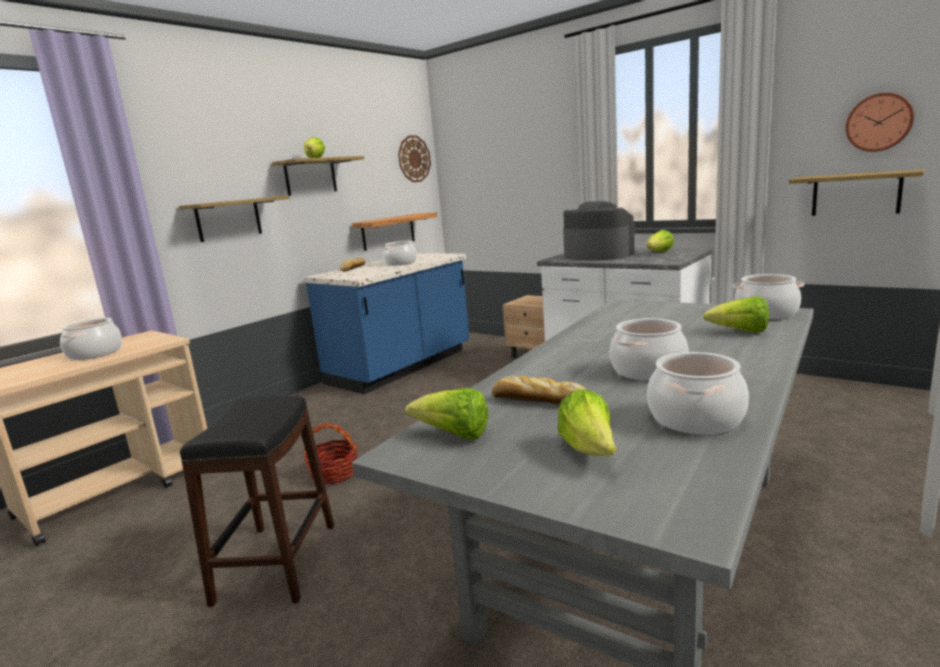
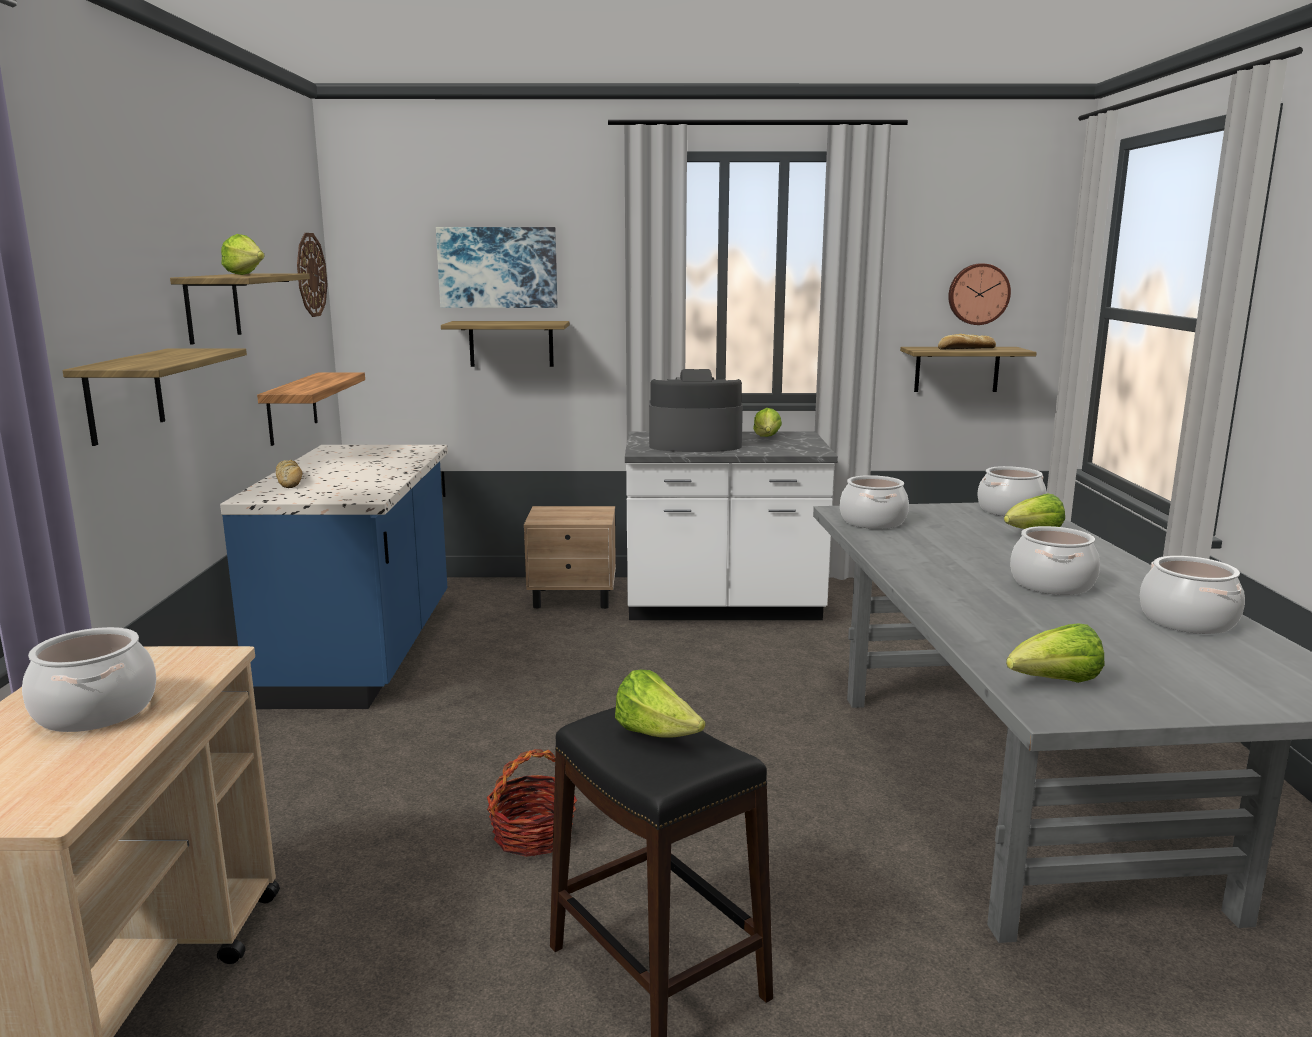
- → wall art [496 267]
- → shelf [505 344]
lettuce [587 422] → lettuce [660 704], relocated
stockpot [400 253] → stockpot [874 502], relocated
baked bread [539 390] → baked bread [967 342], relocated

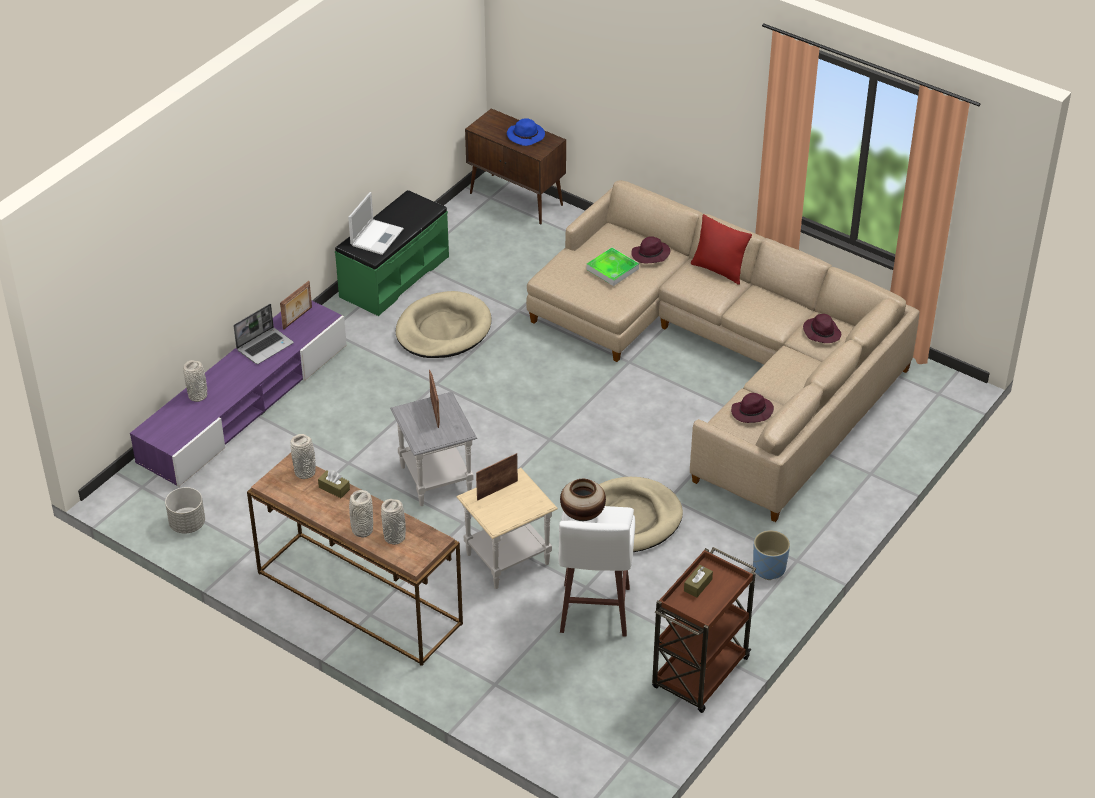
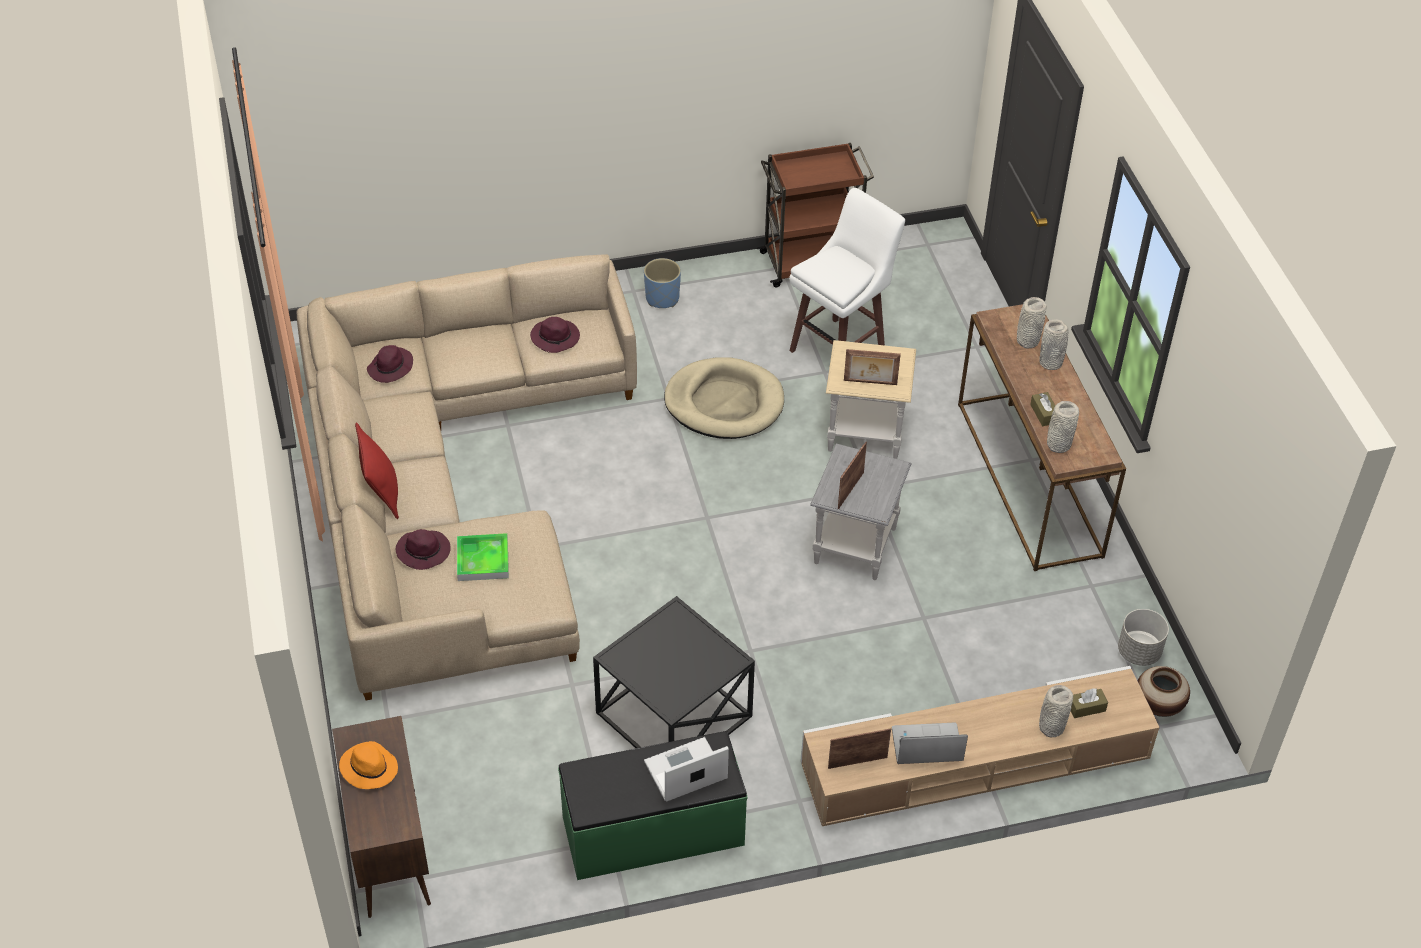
blue-coloured wearable hat [526 132] → orangey wearable hat [368 765]
beige dog bed [443 324] → blackish accent table [674 672]
purple-coloured media console [238 393] → beige media console [980 746]
brown-coloured tissue box [698 581] → brown-coloured tissue box [1089 703], relocated
flower vase [583 500] → flower vase [1164 691], relocated

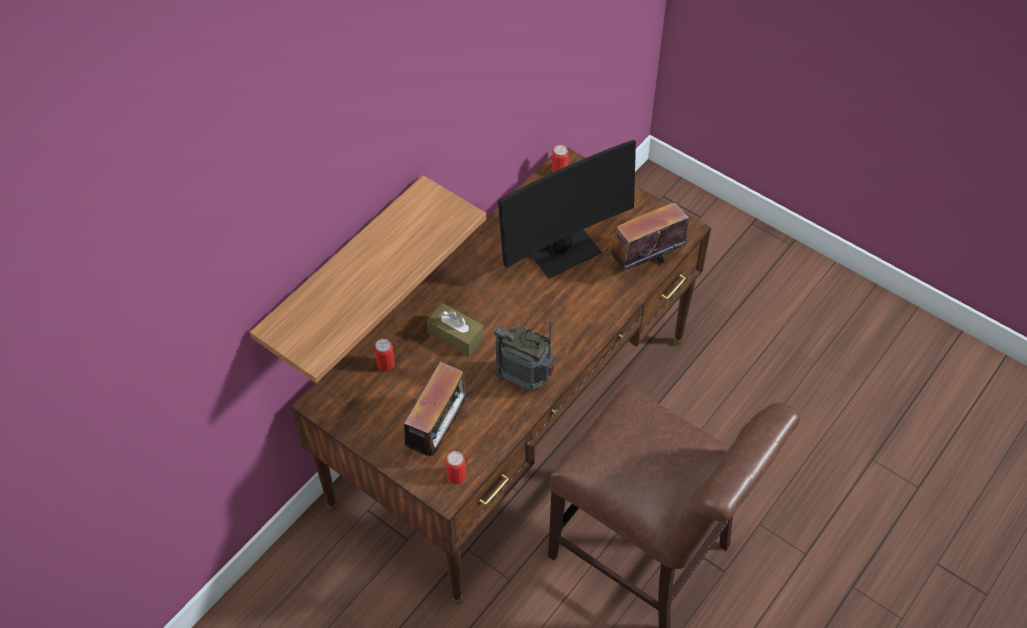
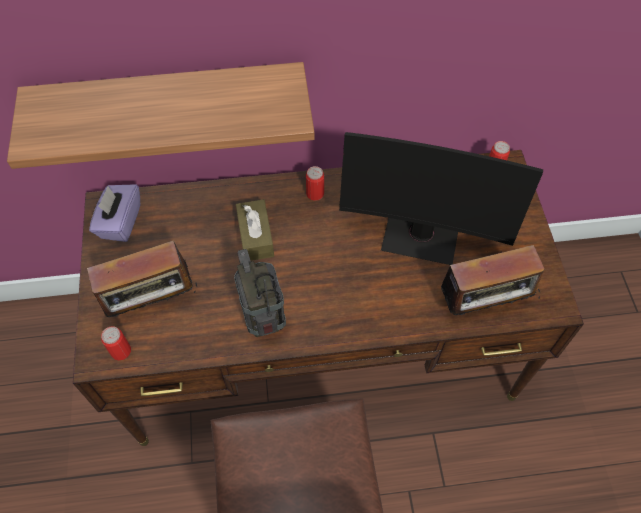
- → purple-coloured tissue box [114 213]
sealed can [385 355] → sealed can [315 183], relocated
radio [648 236] → radio [493 281], 150 degrees clockwise

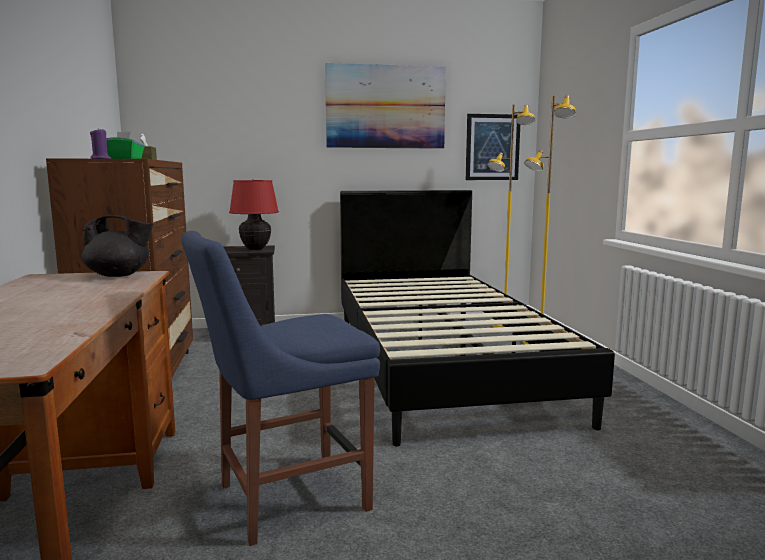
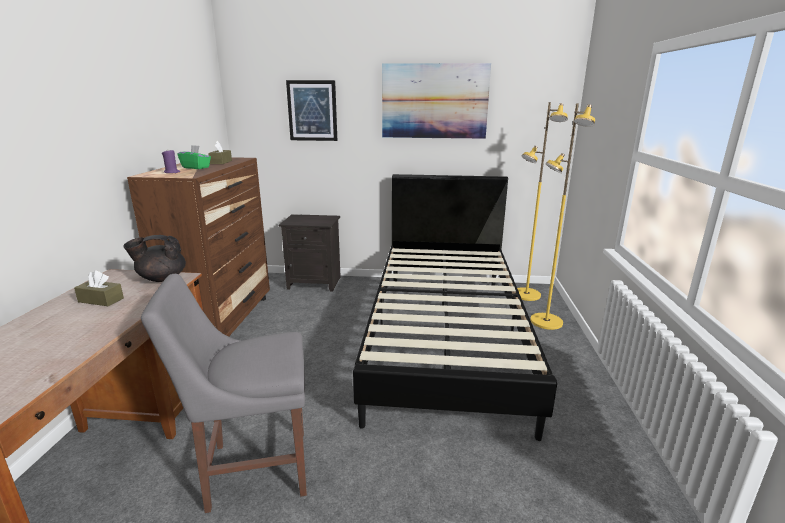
- → brown-coloured tissue box [99 288]
blackish pot for tea [117 246] → blackish pot for tea [154 258], 150 degrees clockwise
blue-coloured upright chair [280 388] → grey upright chair [224 393]
wall art [493 147] → wall art [311 110], relocated
red-coloured lamp for a table [254 214] → -

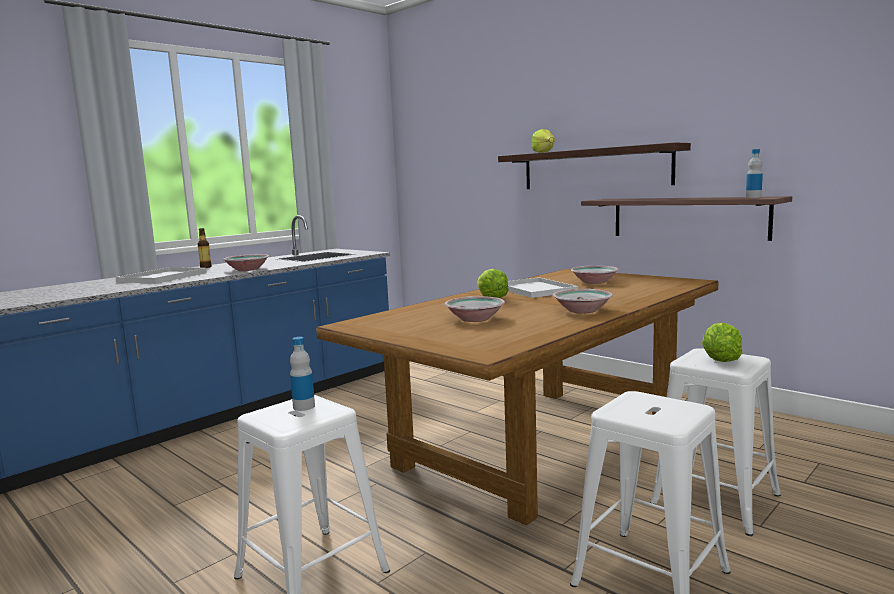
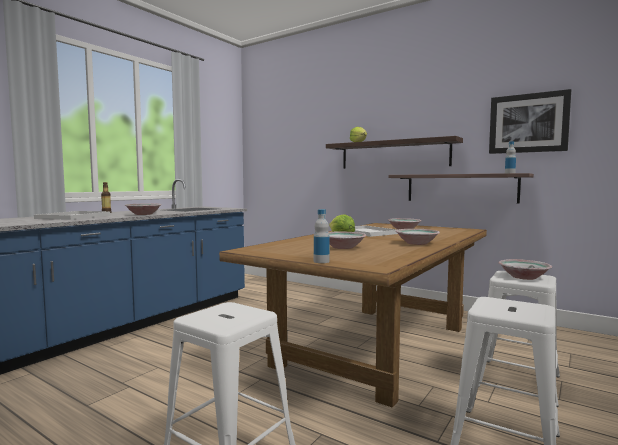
bottle [302 374] → bottle [322 236], relocated
- → wall art [530 121]
lettuce [722 342] → bowl [525 269]

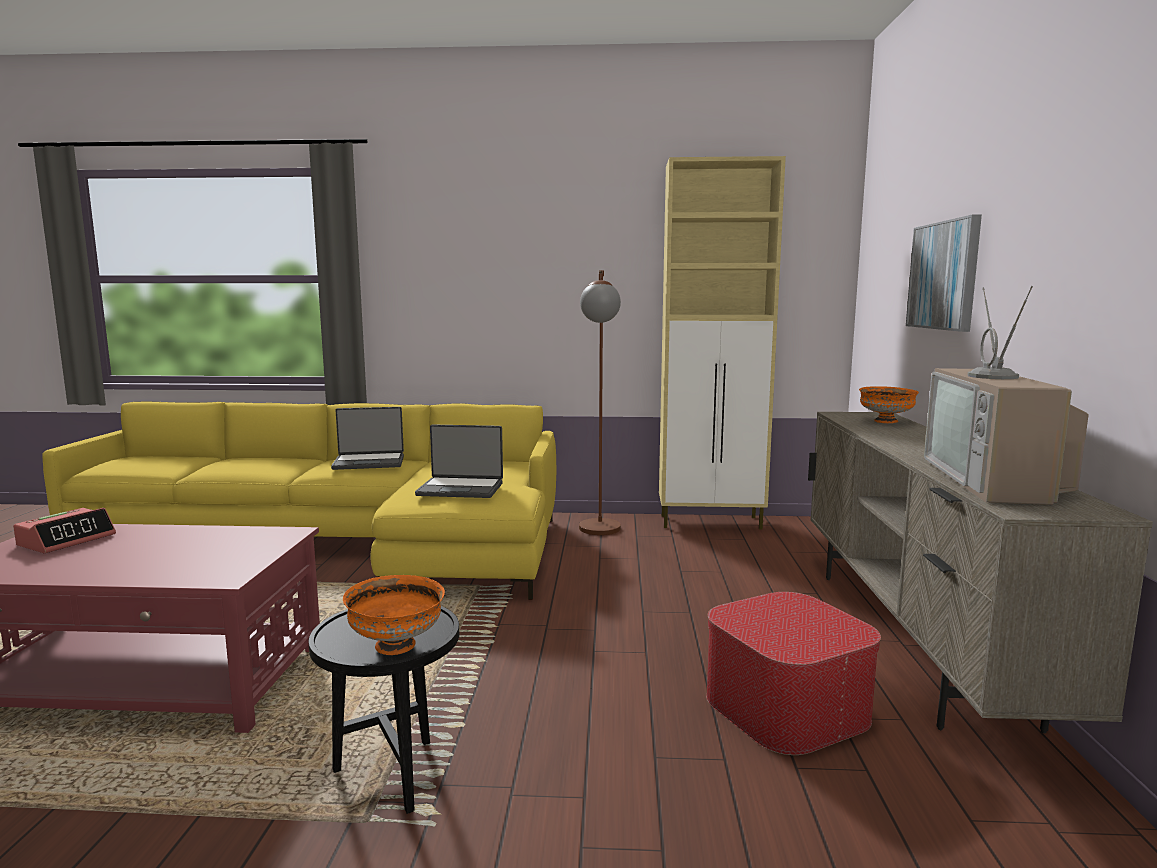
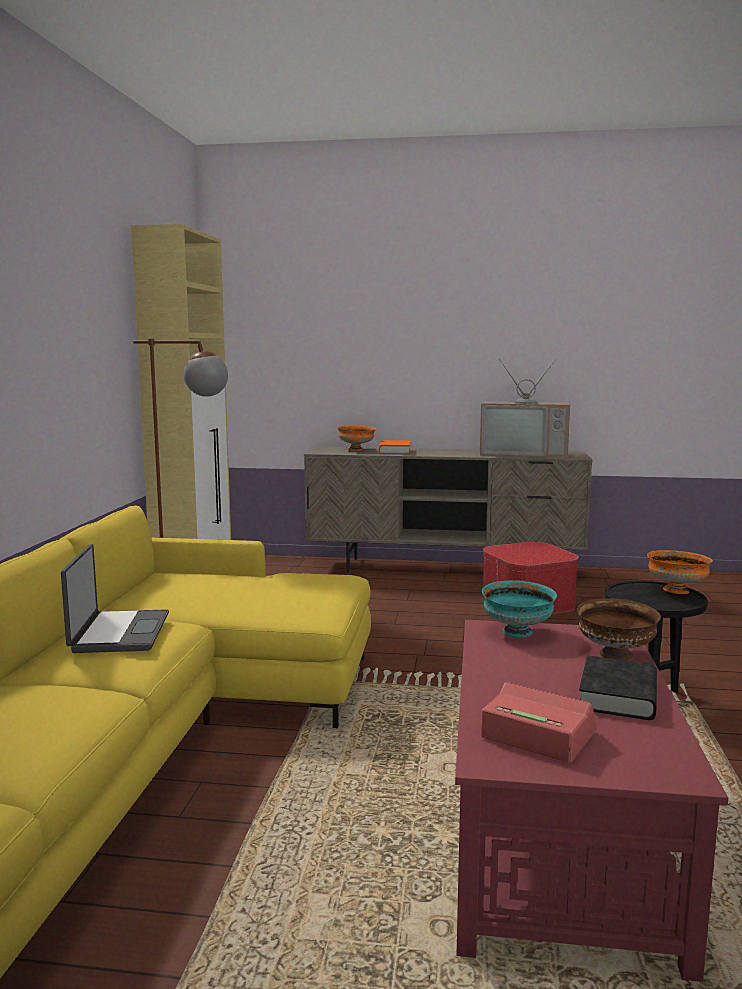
- → orangey book [394 447]
- → blue-green bowl [519 608]
- → brown-coloured bowl [619 629]
- → blackish book [618 687]
portable computer [459 461] → -
wall art [944 273] → -

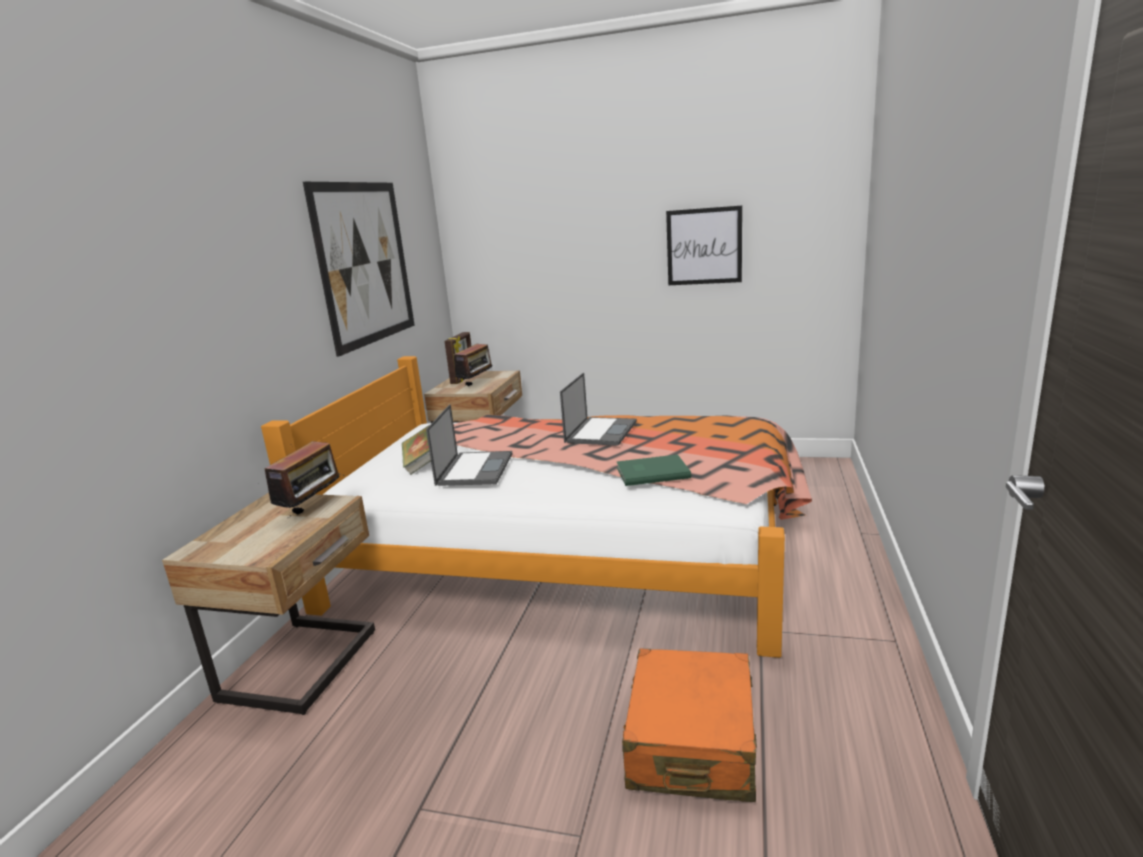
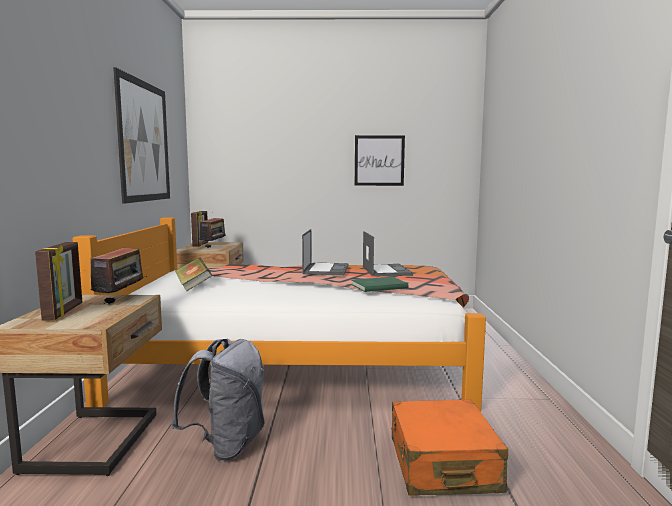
- → picture frame [58 281]
- → grey knapsack [218 400]
portable computer [469 445] → portable computer [388 253], relocated

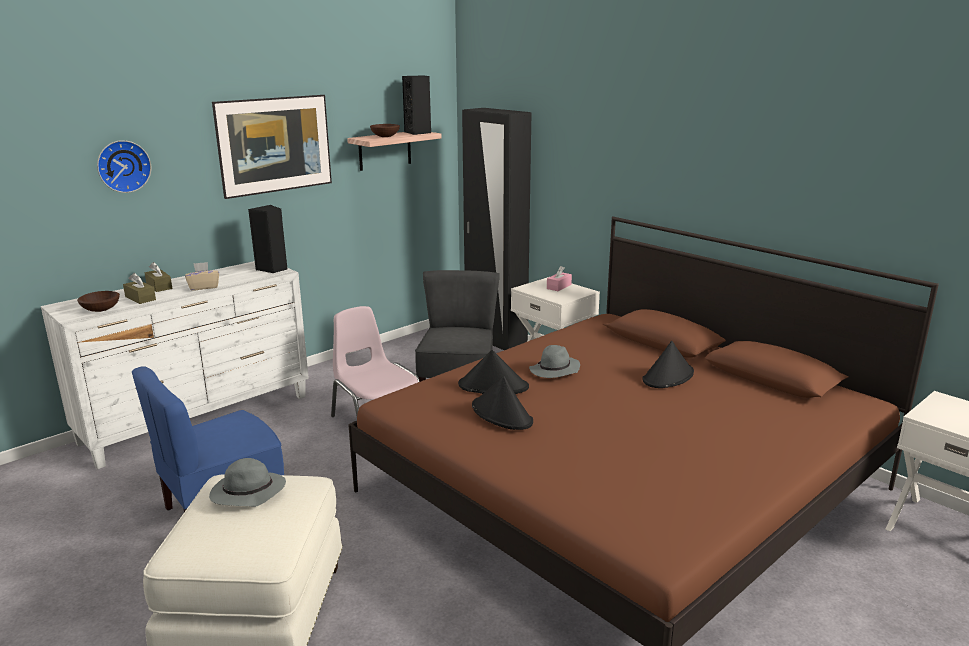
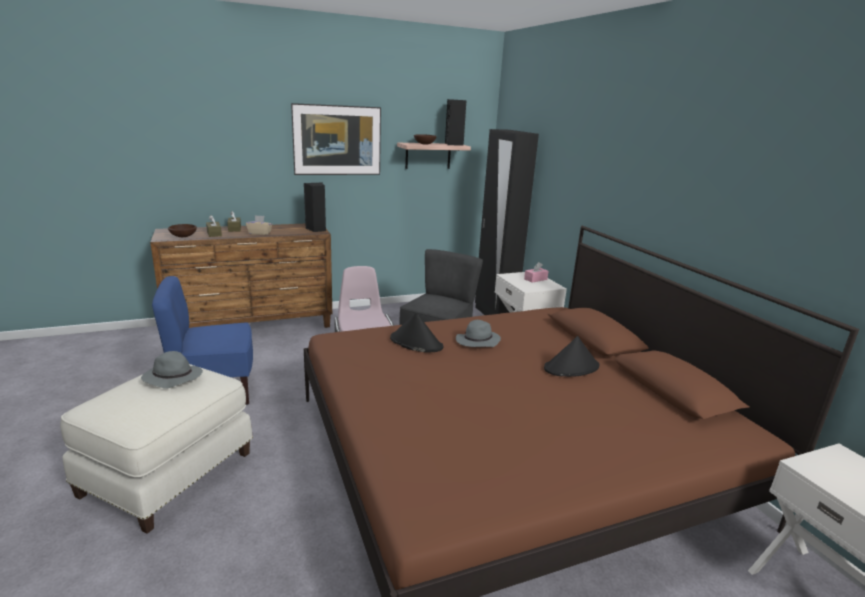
white-coloured dresser [175 365] → brown-coloured dresser [241 276]
clock on the wall [124 166] → -
blackish wearable hat [502 403] → -

